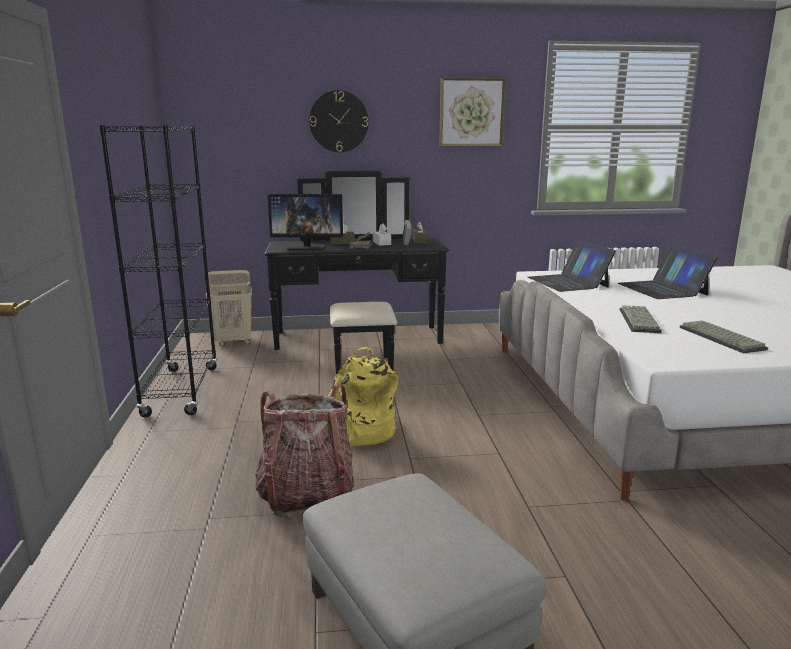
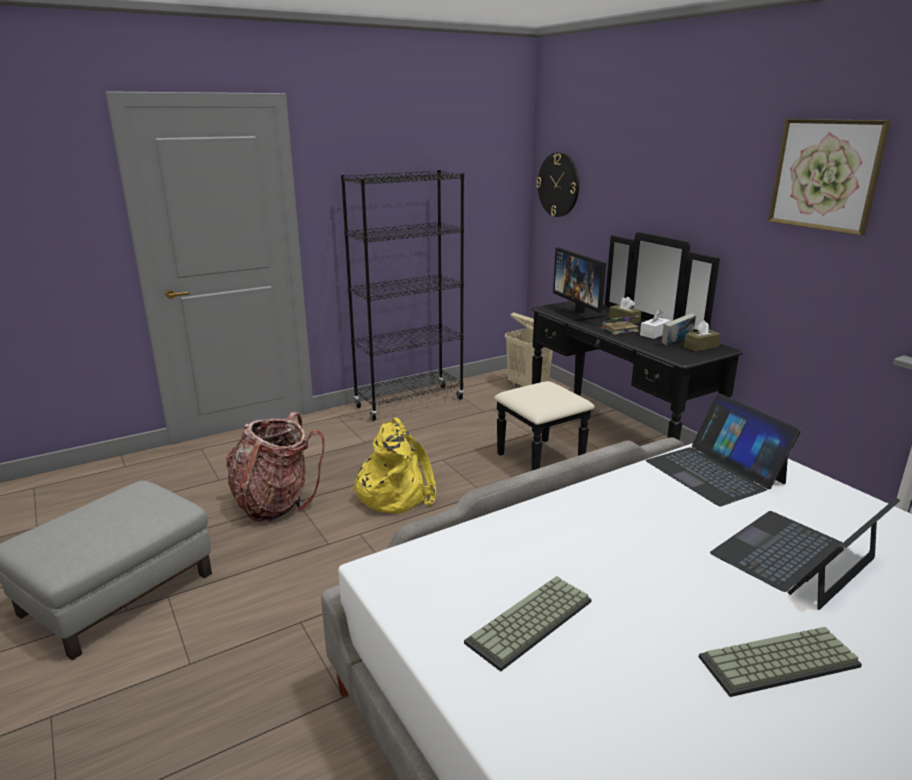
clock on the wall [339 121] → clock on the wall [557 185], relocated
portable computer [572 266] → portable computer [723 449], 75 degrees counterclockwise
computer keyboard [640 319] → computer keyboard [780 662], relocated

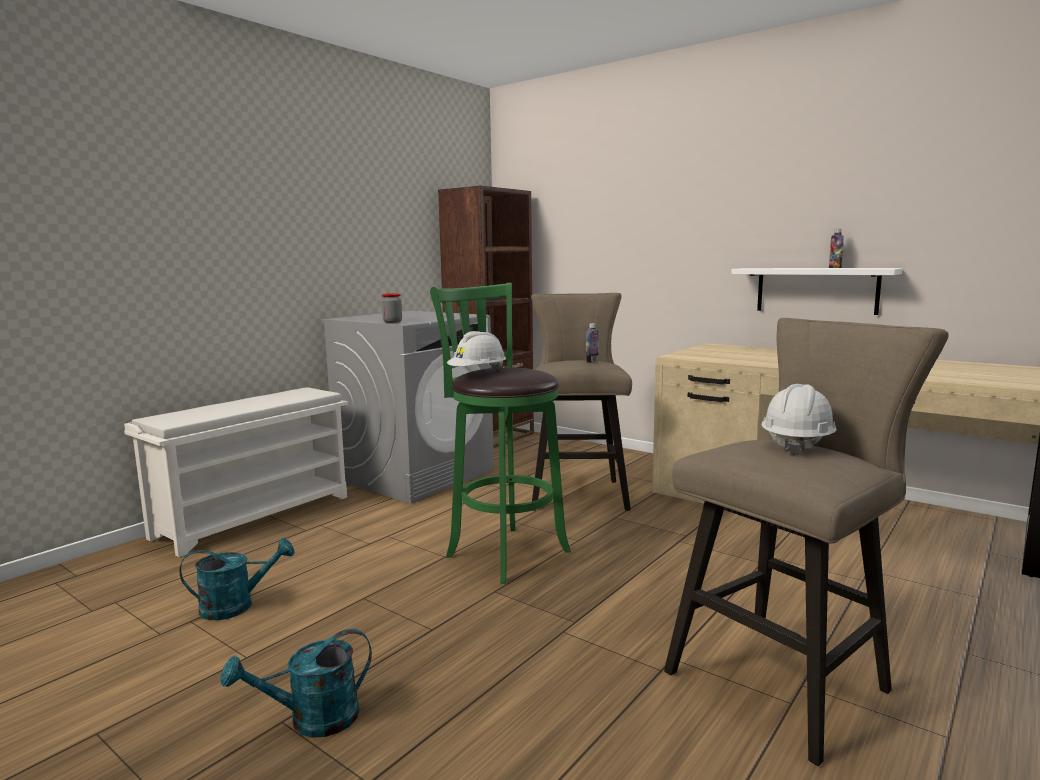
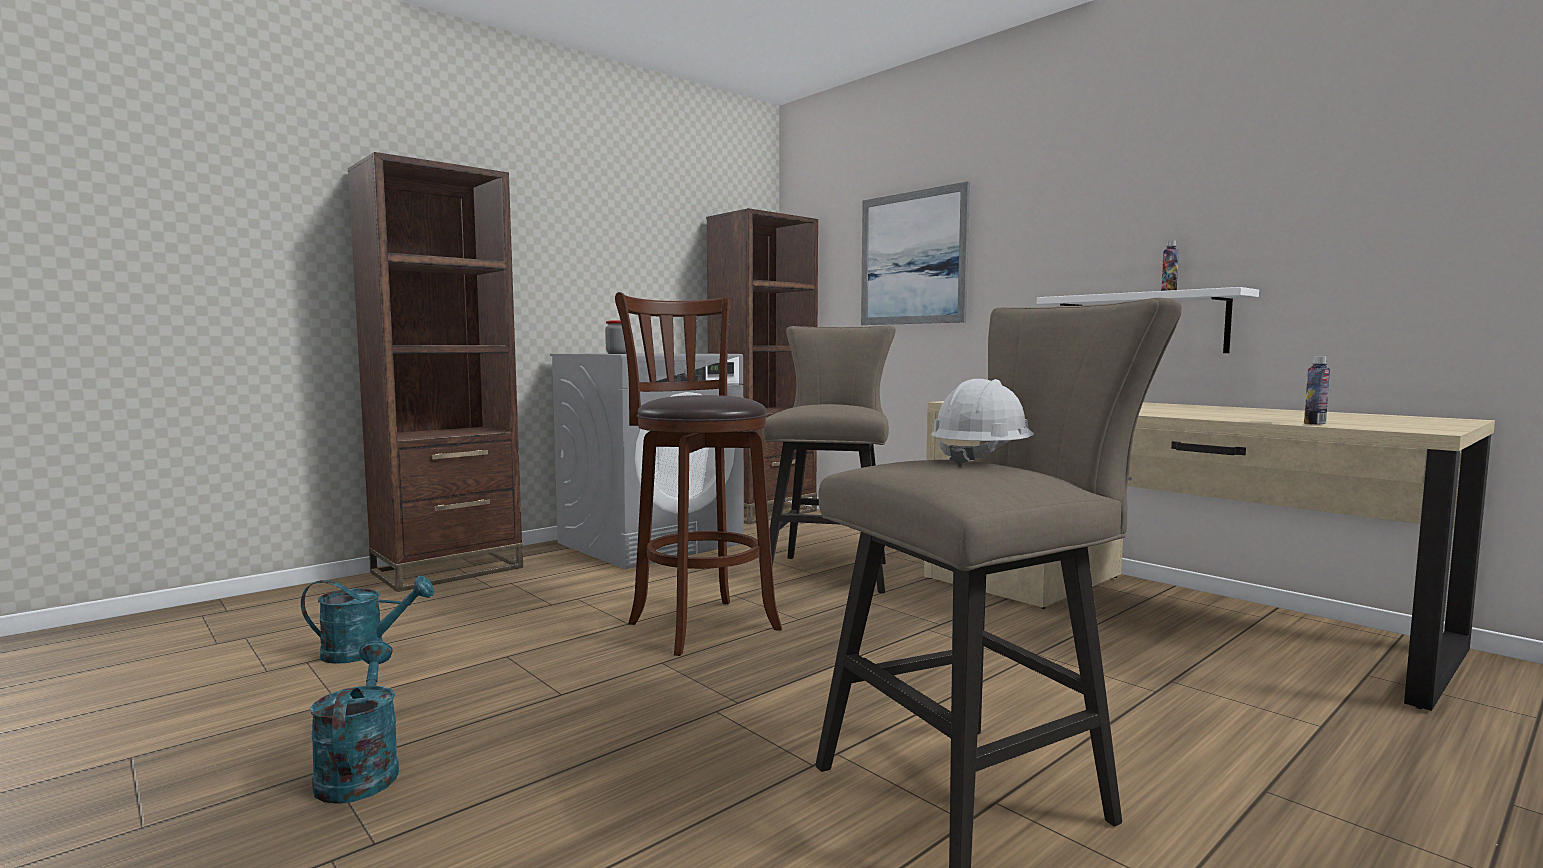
blue-green sprinkling can [296 683] → blue-green sprinkling can [354 722], 90 degrees clockwise
white-coloured shoe rack [236 472] → brown-coloured shelving unit [435 372]
greenish stool seat [500 433] → brown-coloured stool seat [698 474]
- → wall art [915 253]
bottle [592 343] → bottle [1317 391], relocated
white-coloured safety helmet [476 350] → -

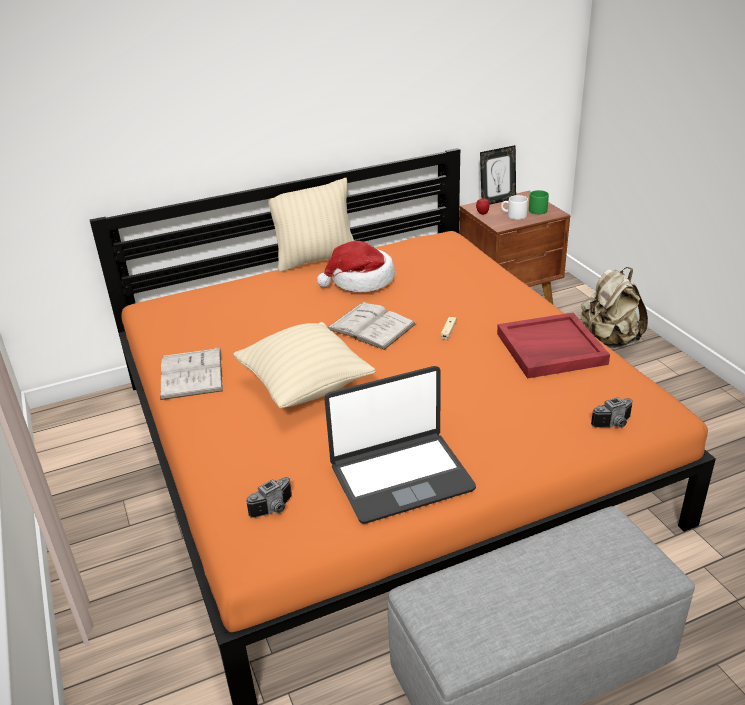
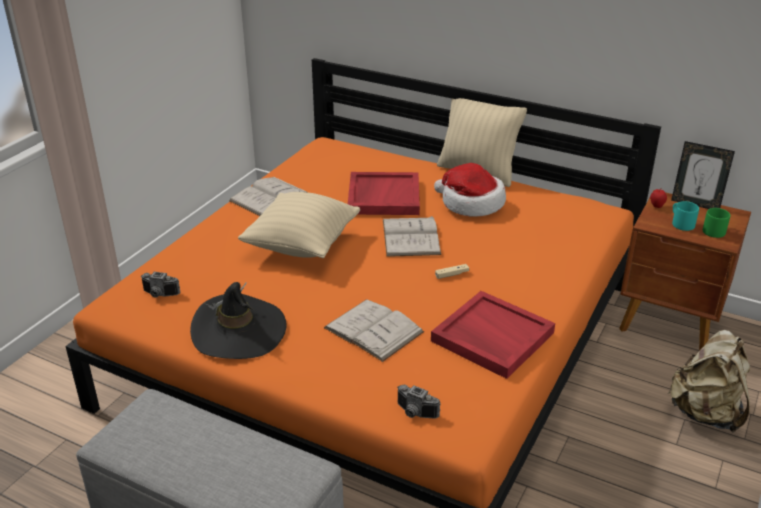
portable computer [400 445] → blackish wearable hat [238 320]
- → white-coloured book [374 330]
- → red-coloured tray [384 193]
white-coloured mug [514 207] → blue-green mug [685 216]

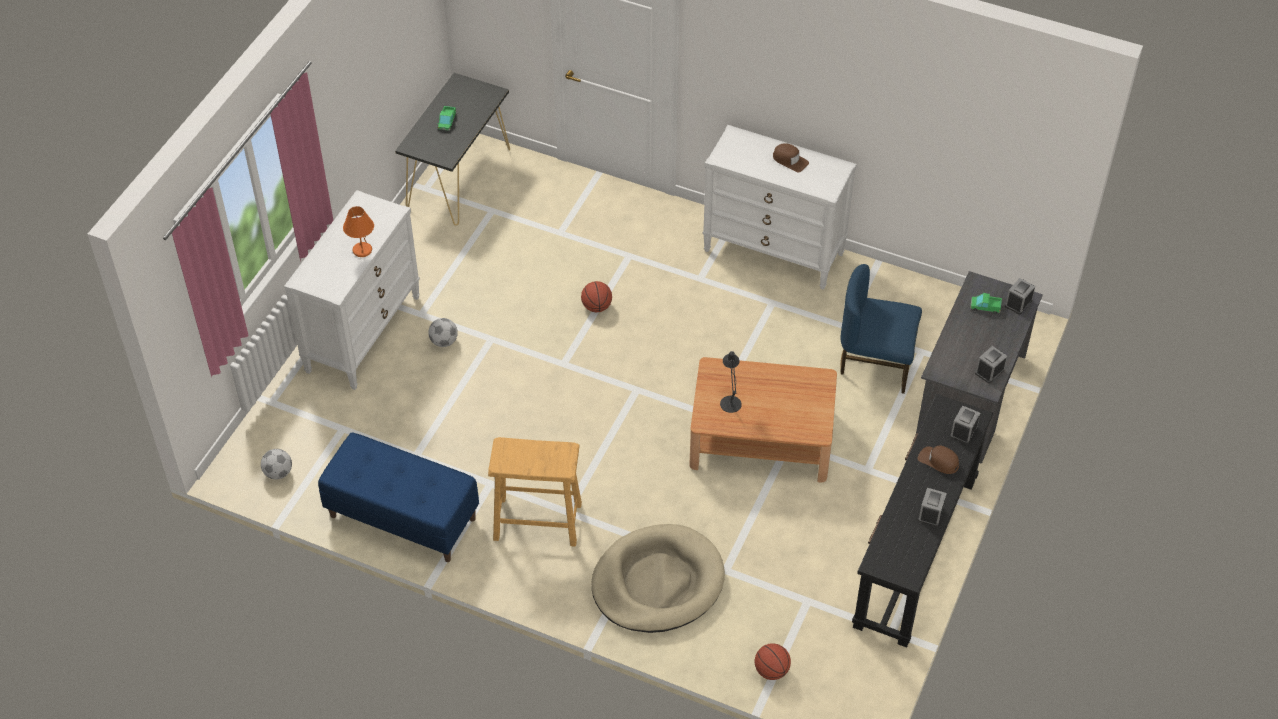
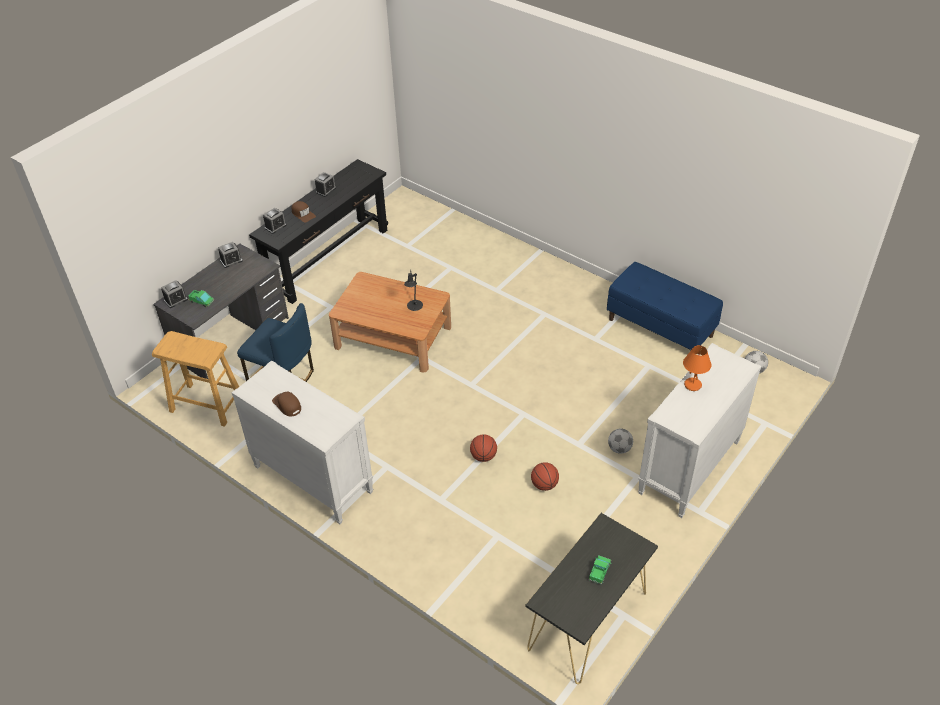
beige stool seat [535 492] → beige stool seat [195 379], relocated
basketball [773 661] → basketball [545 476], relocated
beige dog bed [658 578] → -

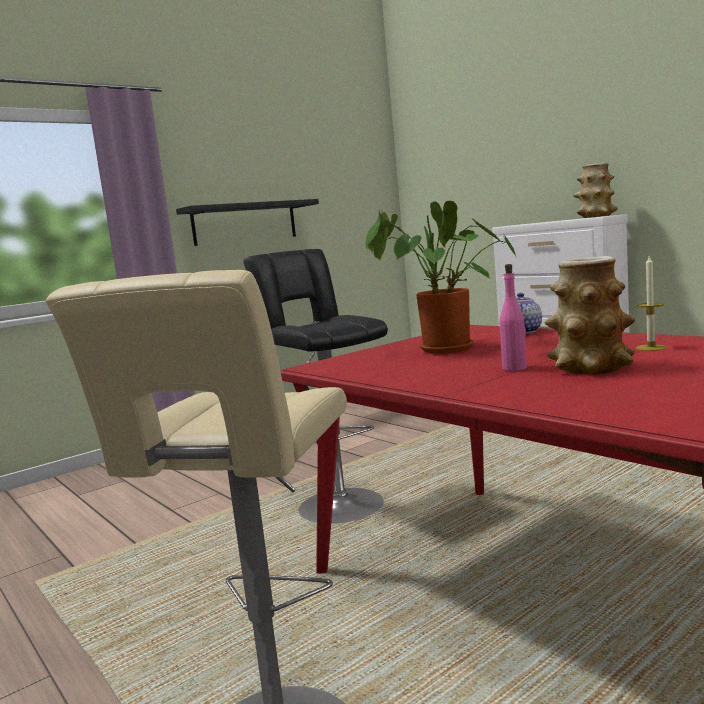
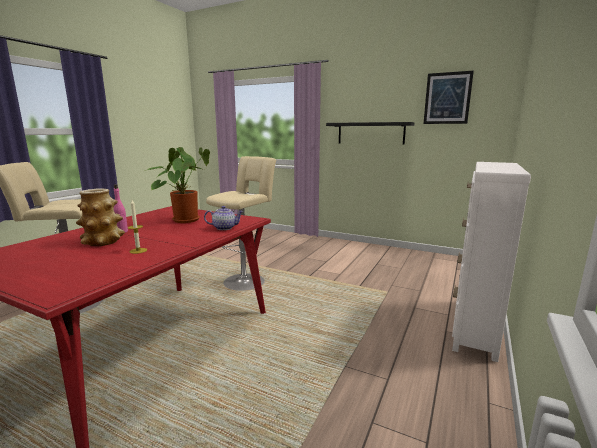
blackish stool seat [315 386] → beige stool seat [241 223]
- → wall art [448 97]
flower vase [595 190] → -

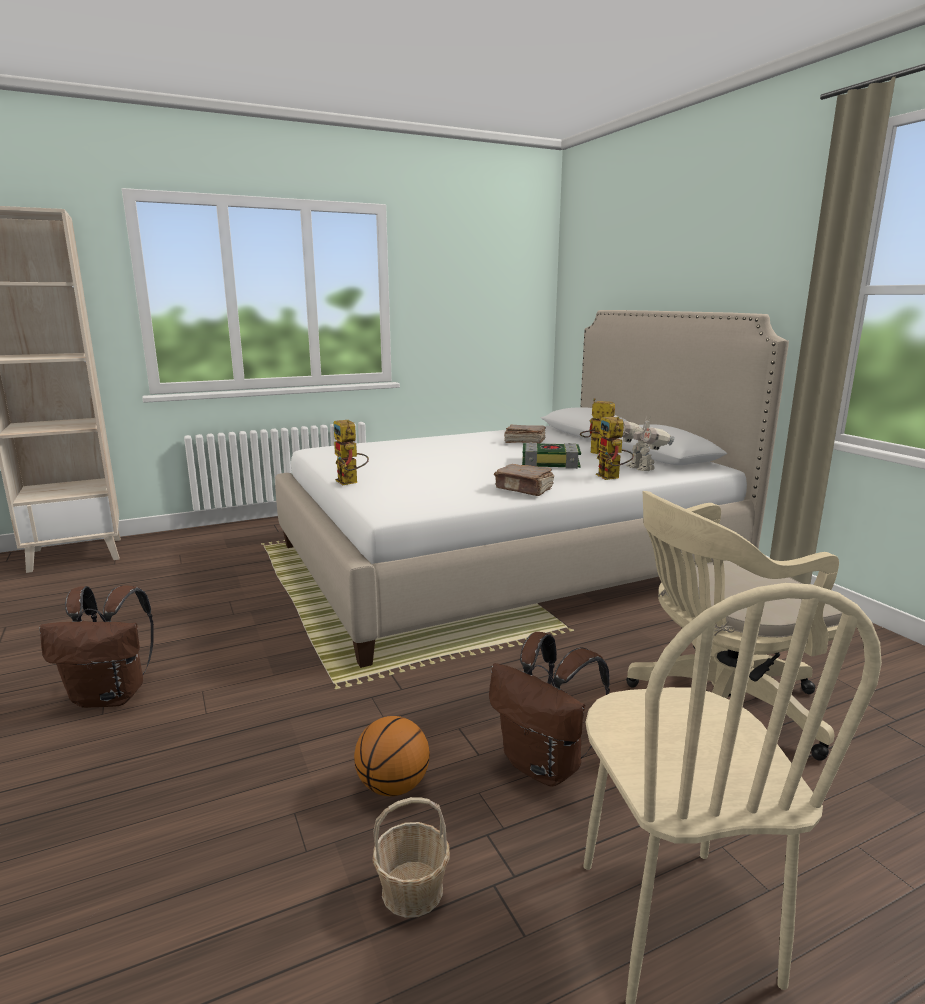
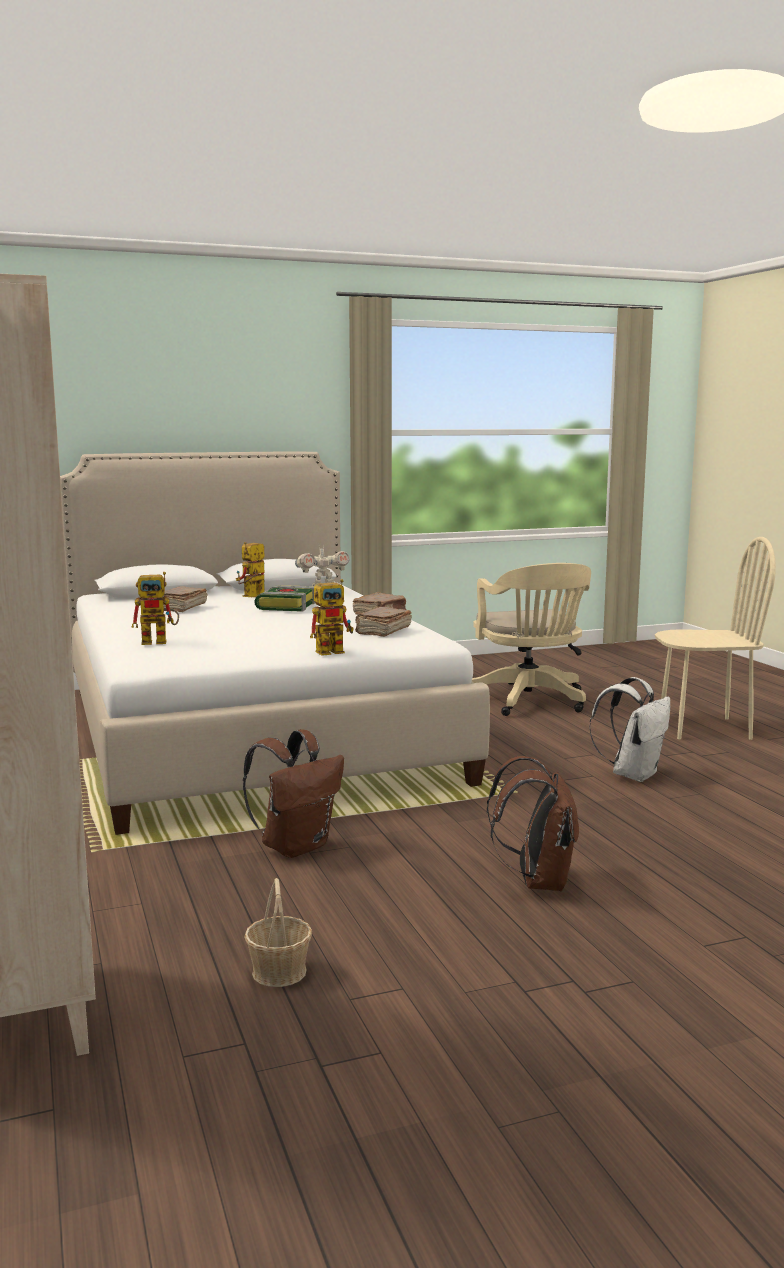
toy robot [615 448] → toy robot [155 608], relocated
brown-coloured knapsack [549 709] → brown-coloured knapsack [293 793], relocated
basket [411 857] → basket [278 932], relocated
- → brown-coloured book [383 622]
basketball [392 756] → white-coloured knapsack [629 729]

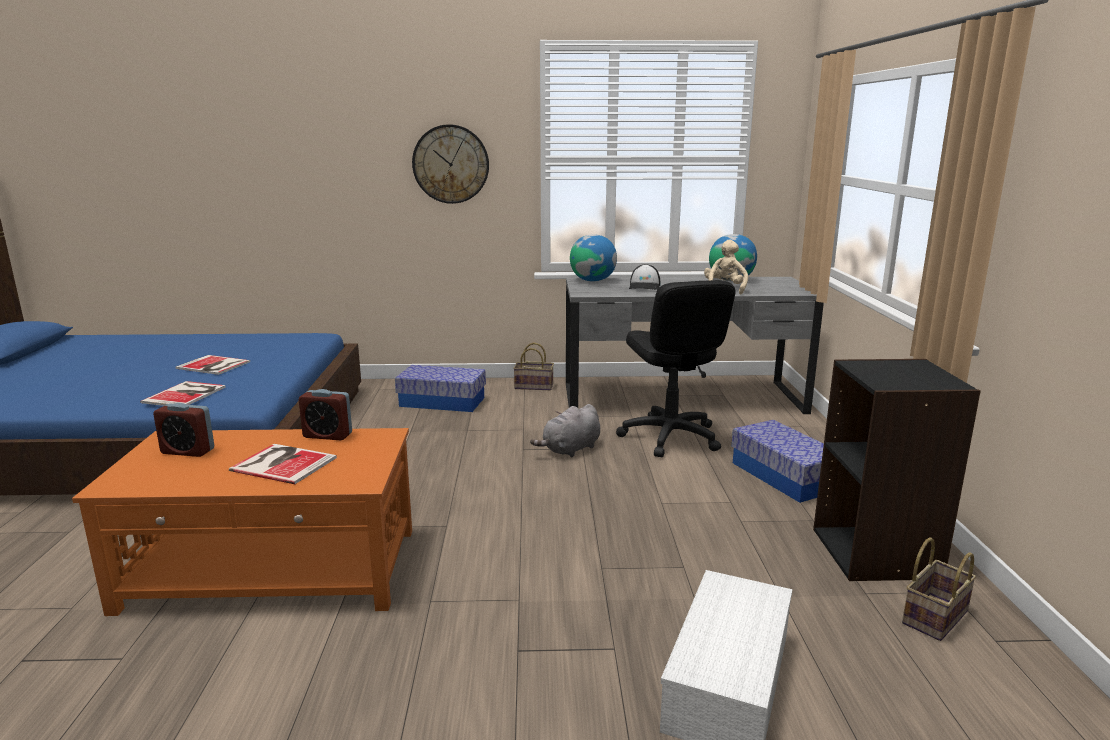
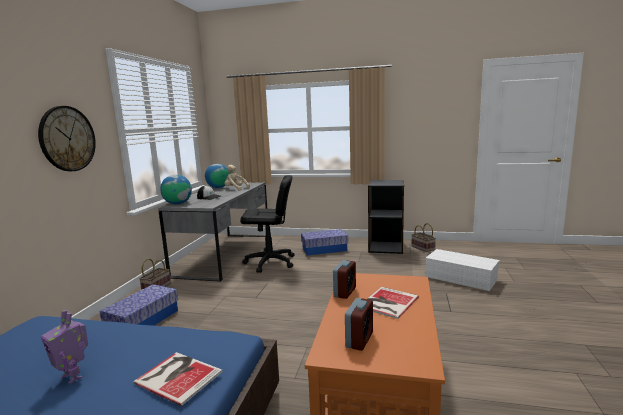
book [212 365] → toy robot [64 347]
grey cuddly toy [565 430] → -

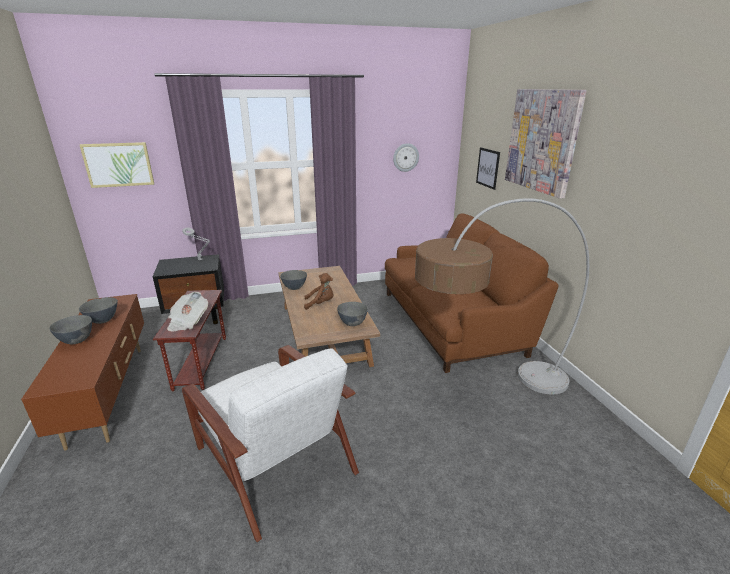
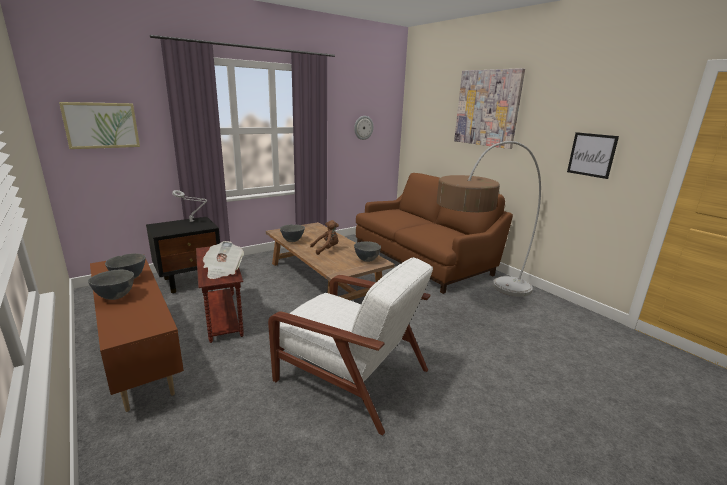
wall art [488 168] → wall art [593 155], relocated

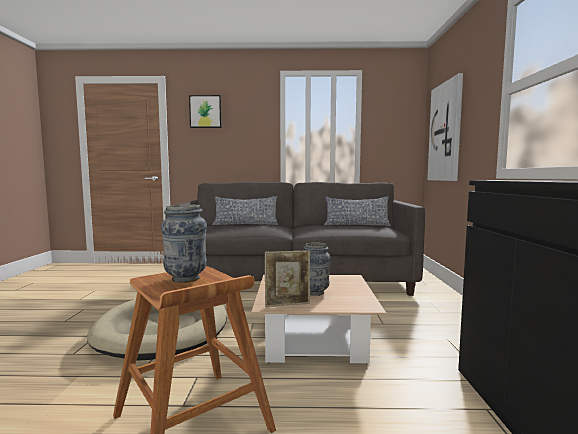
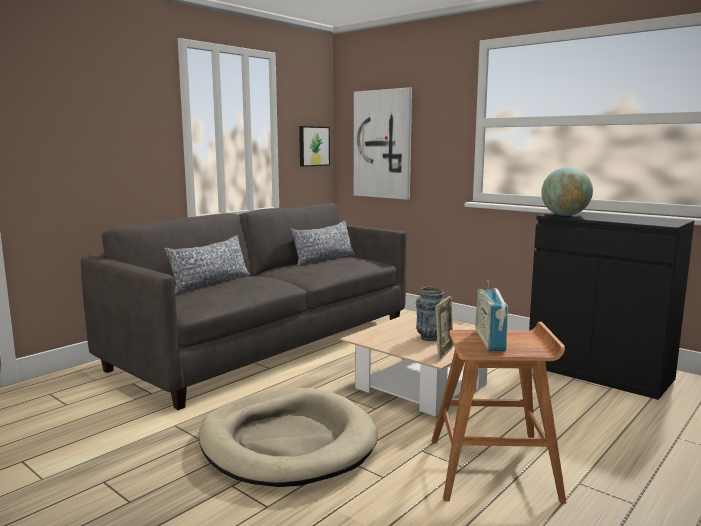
wall art [205 111] → wall art [314 146], relocated
flower vase [184 243] → radio [492 316]
- → globe [567 191]

